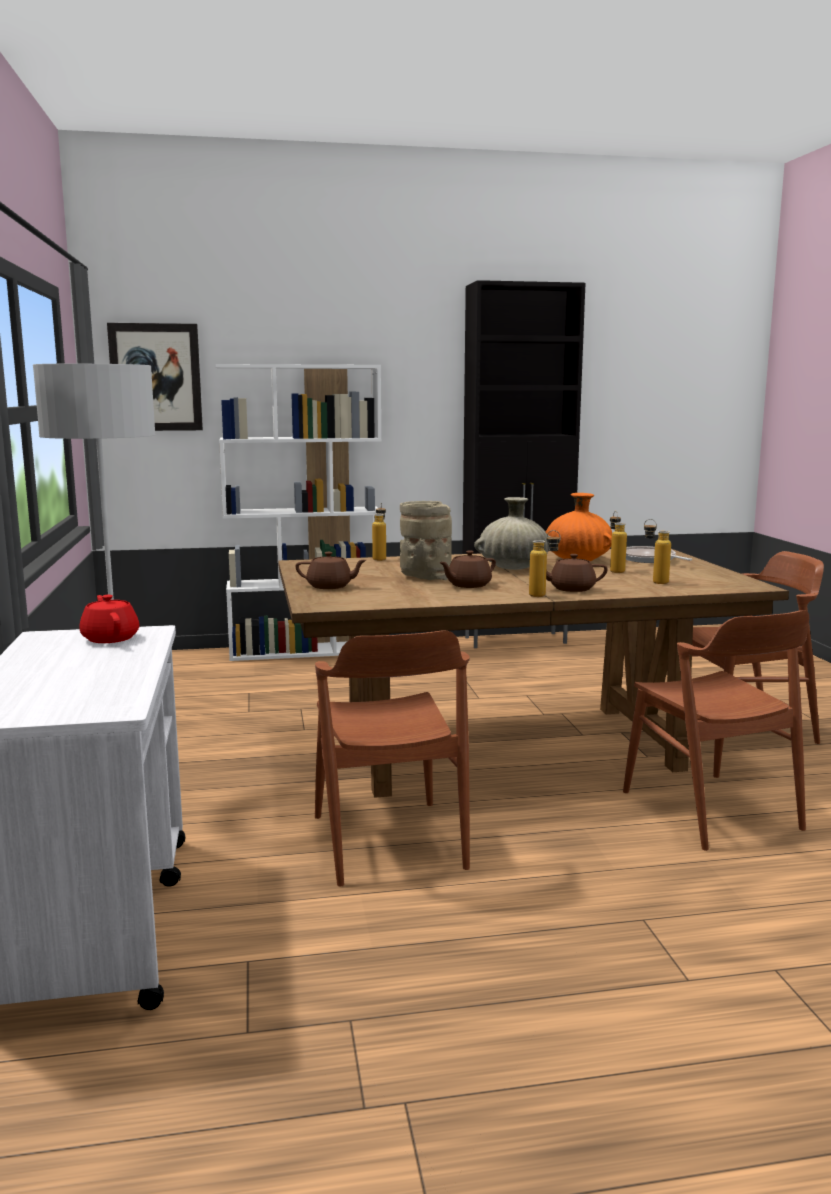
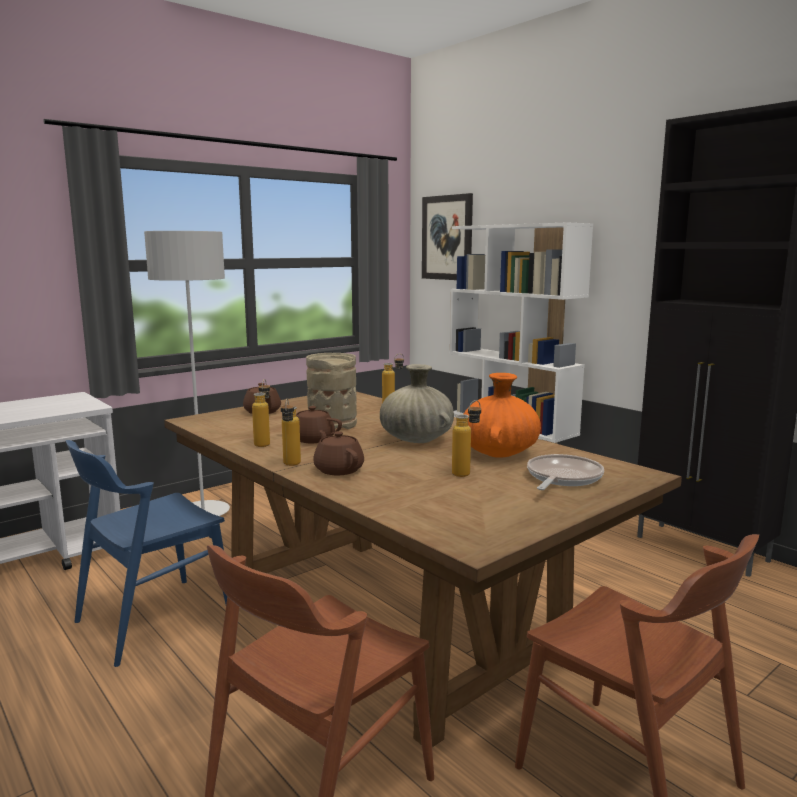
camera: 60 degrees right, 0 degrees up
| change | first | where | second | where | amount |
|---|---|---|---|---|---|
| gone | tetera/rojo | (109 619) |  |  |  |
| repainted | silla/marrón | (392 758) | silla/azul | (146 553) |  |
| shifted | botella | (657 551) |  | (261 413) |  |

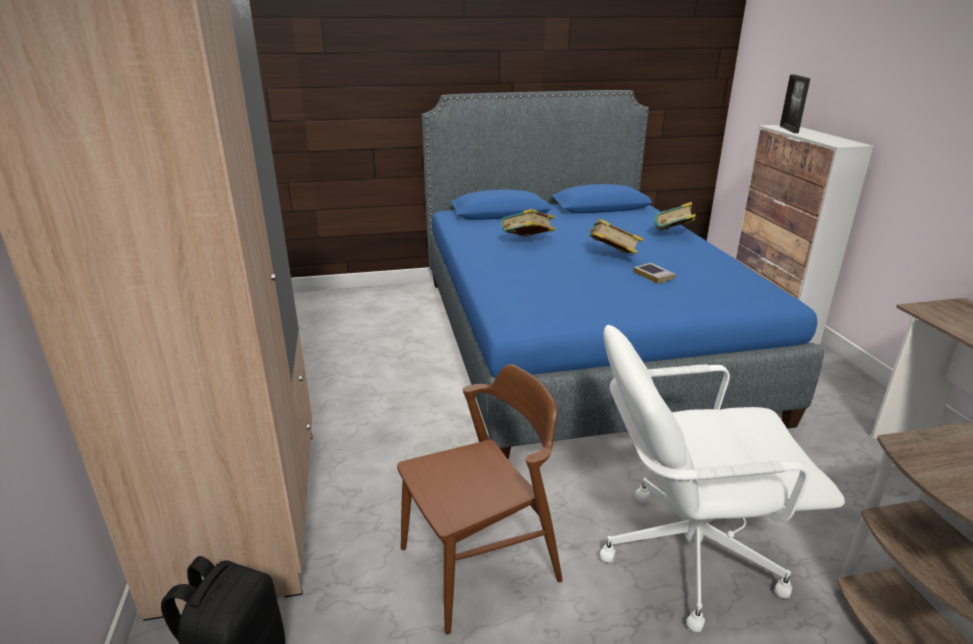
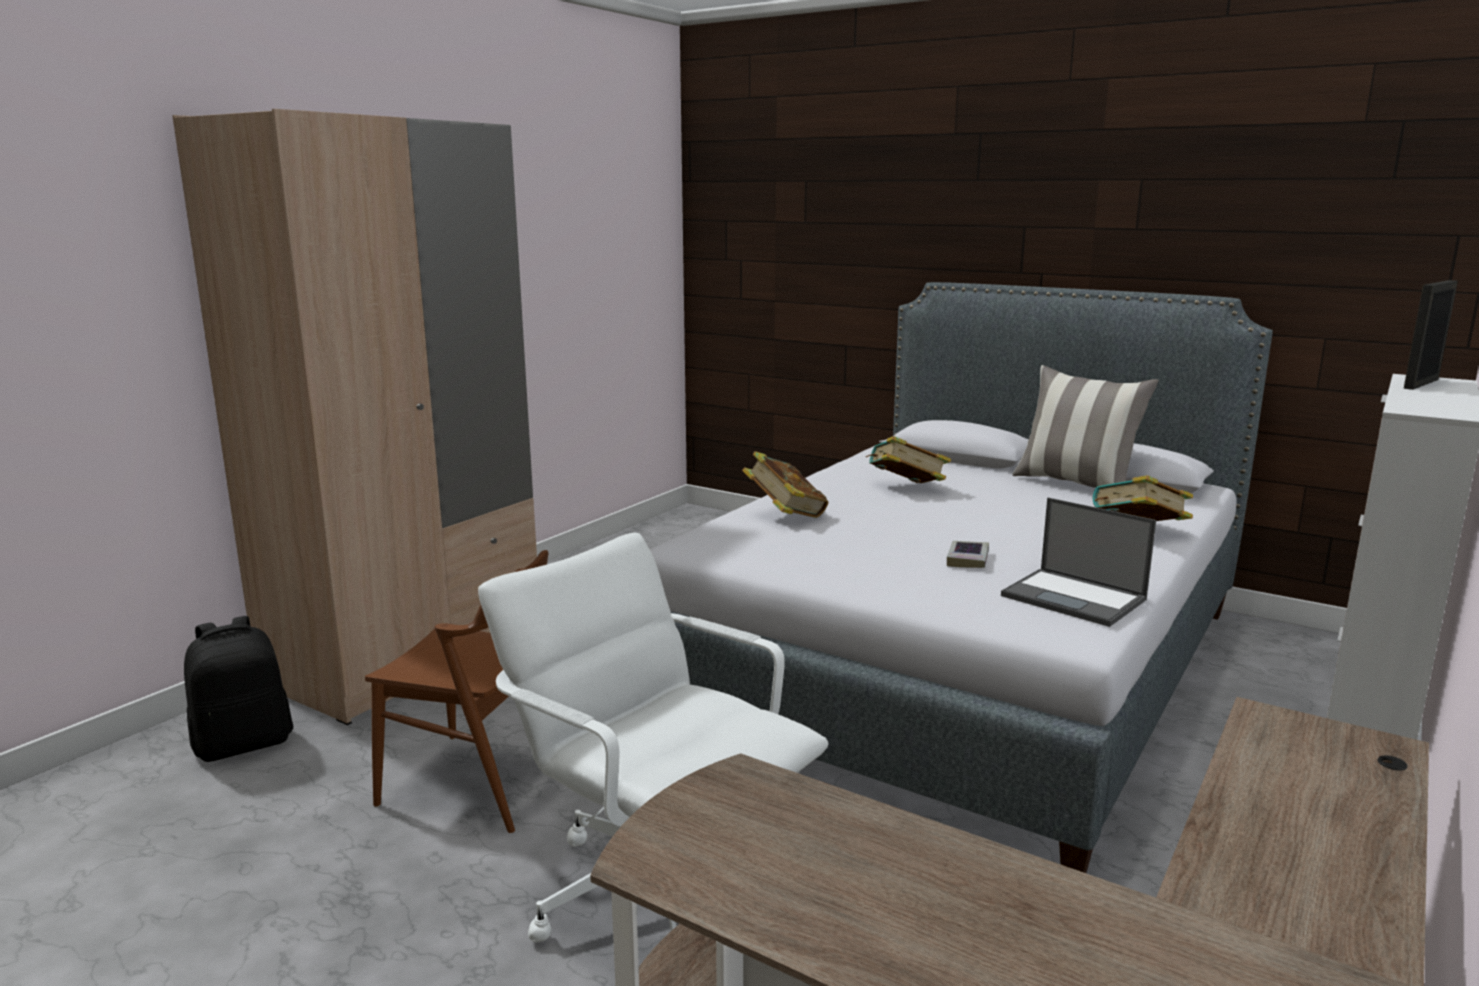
camera: 45 degrees right, 10 degrees down
| change | first | where | second | where | amount |
|---|---|---|---|---|---|
| repainted | cama/azul | (623 275) | cama/gris | (961 577) |  |
| shifted | libro | (615 236) |  | (785 484) |  |
| new |  |  | portátil | (1078 562) |  |
| new |  |  | cojín | (1085 426) |  |

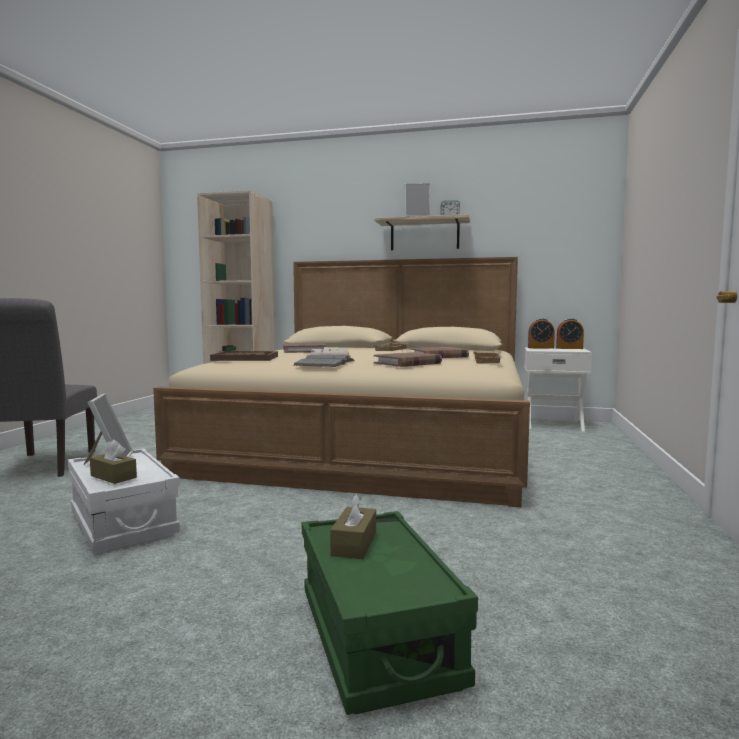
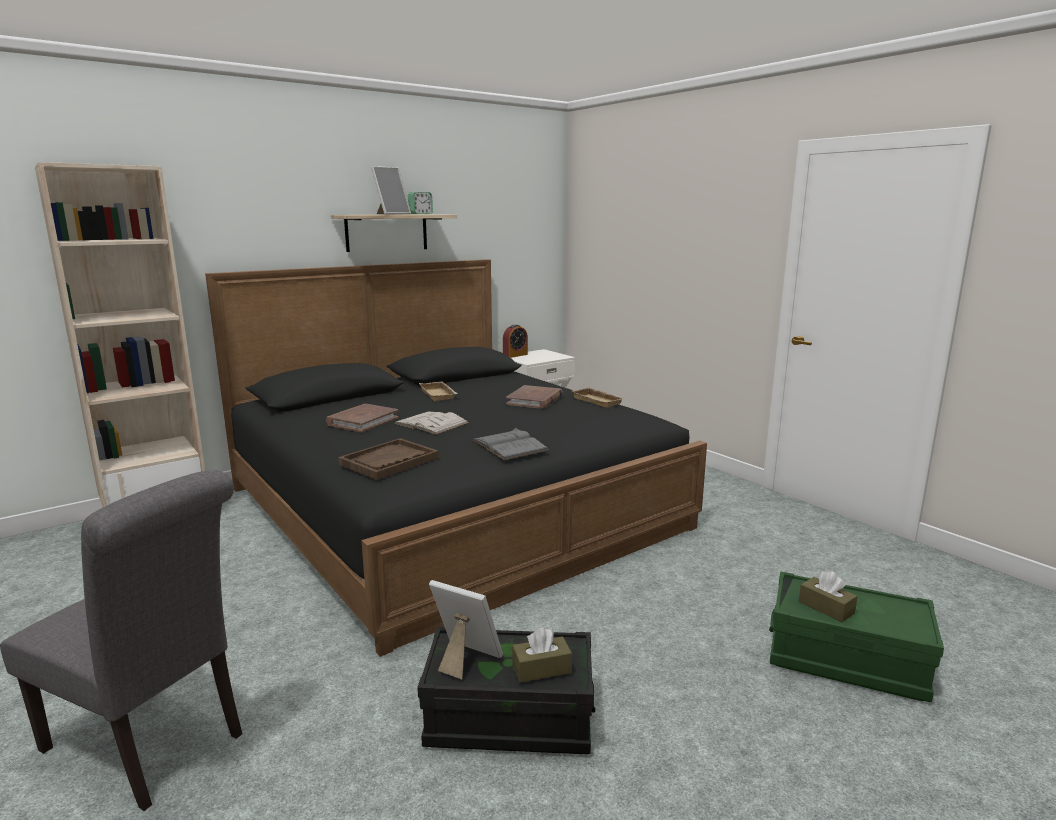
camera: 50 degrees left, 10 degrees up
| change | first | where | second | where | amount |
|---|---|---|---|---|---|
| repainted | caja de almacenaje/blanco | (124 501) | caja de almacenaje/negro | (506 690) |  |
| repainted | cama/beis | (341 382) | cama/negro | (456 458) |  |
| gone | libro/marrón | (408 359) |  |  |  |
| gone | despertador | (570 333) |  |  |  |

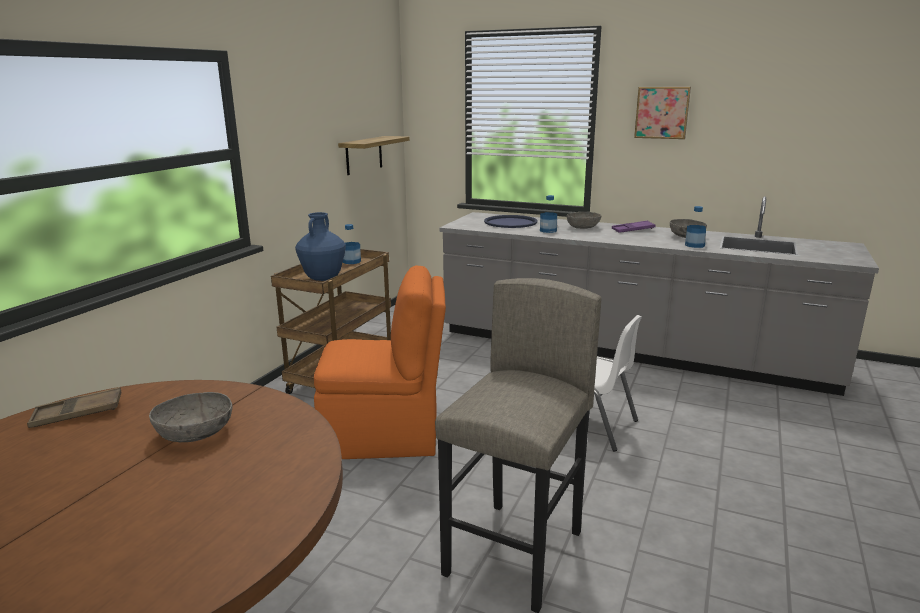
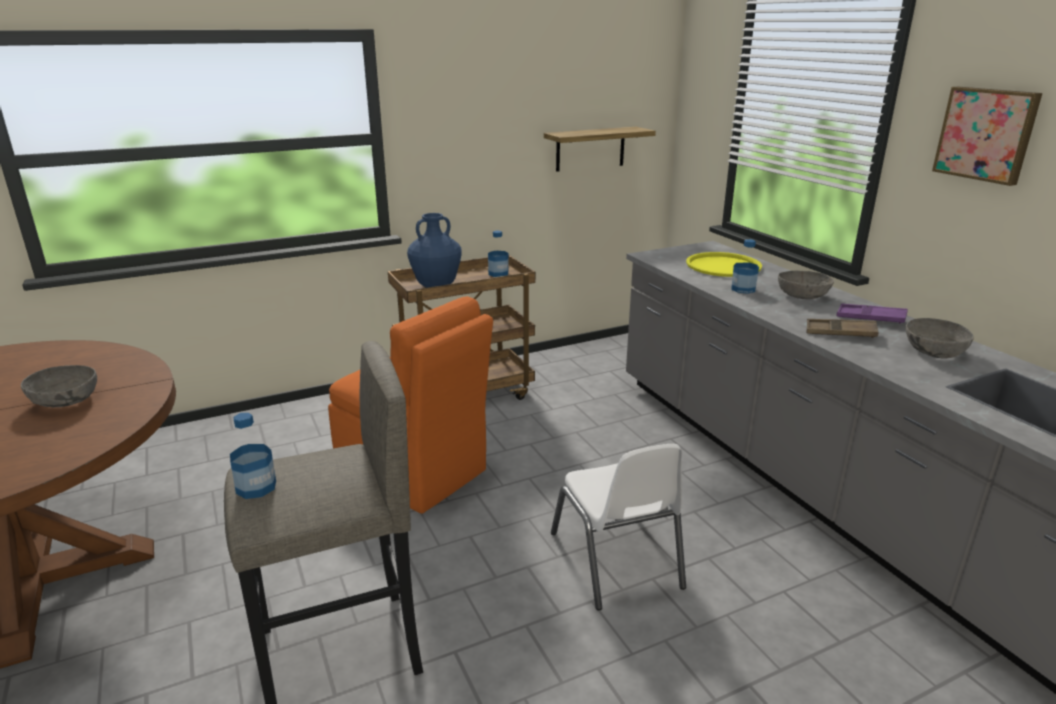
camera: 40 degrees right, 5 degrees up
| change | first | where | second | where | amount |
|---|---|---|---|---|---|
| shifted | bandeja/marrón | (74 407) |  | (842 328) |  |
| repainted | bandeja/azul | (511 221) | bandeja/amarillo | (724 264) |  |
| shifted | botella | (695 227) |  | (253 456) |  |

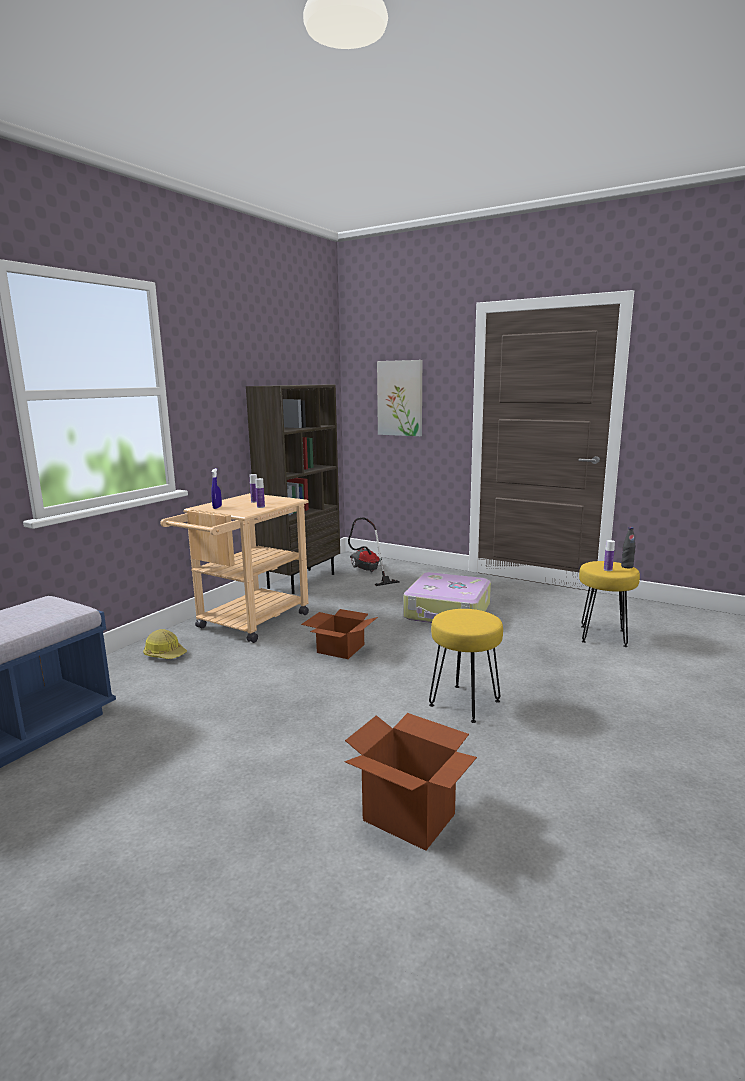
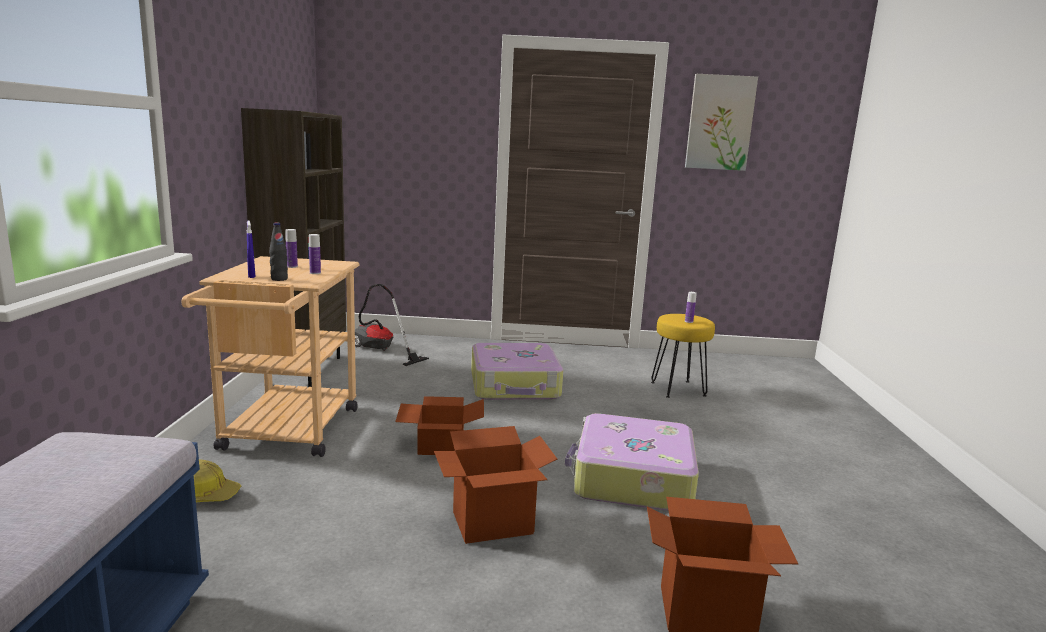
camera: 30 degrees left, 0 degrees up
| change | first | where | second | where | amount |
|---|---|---|---|---|---|
| shifted | cuadro | (399 398) |  | (721 122) |  |
| swapped | taburete/amarillo | (466 666) | maleta | (632 462) |  |
| shifted | botella/negro | (628 547) |  | (278 252) |  |
| new |  |  | caja de cartón | (495 485) |  |

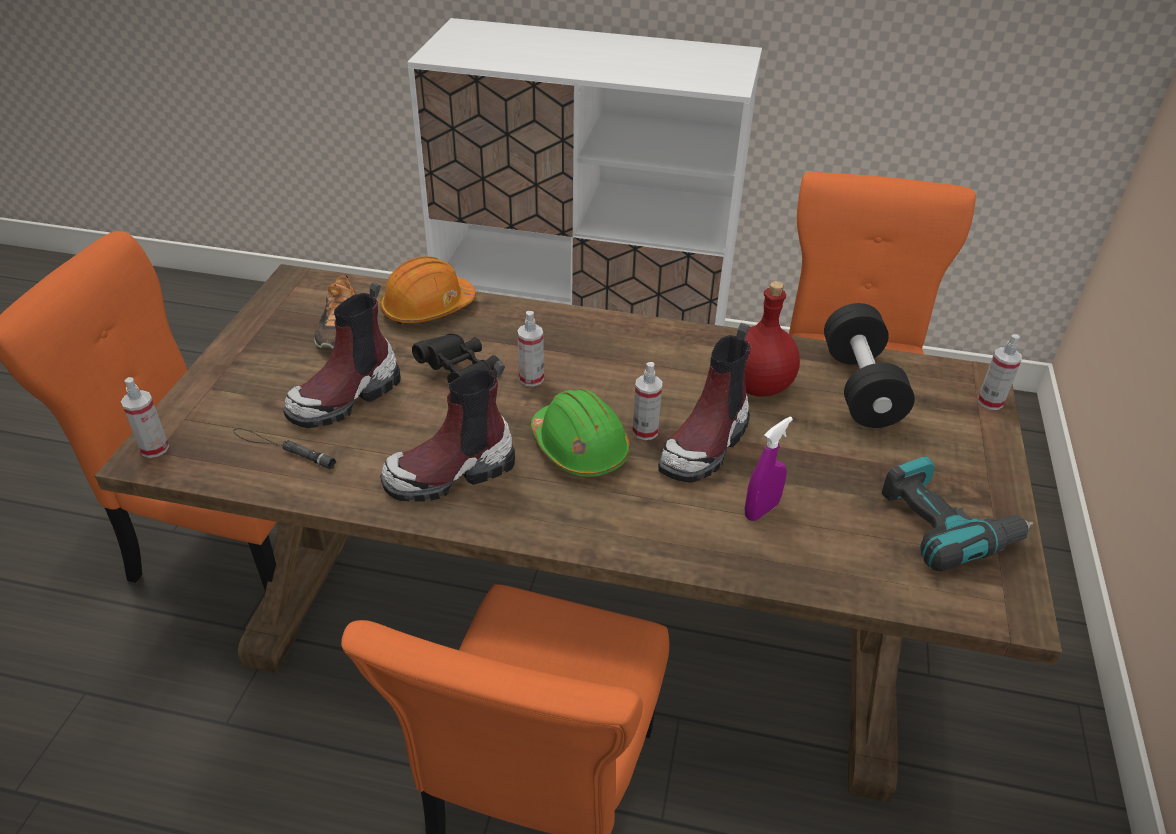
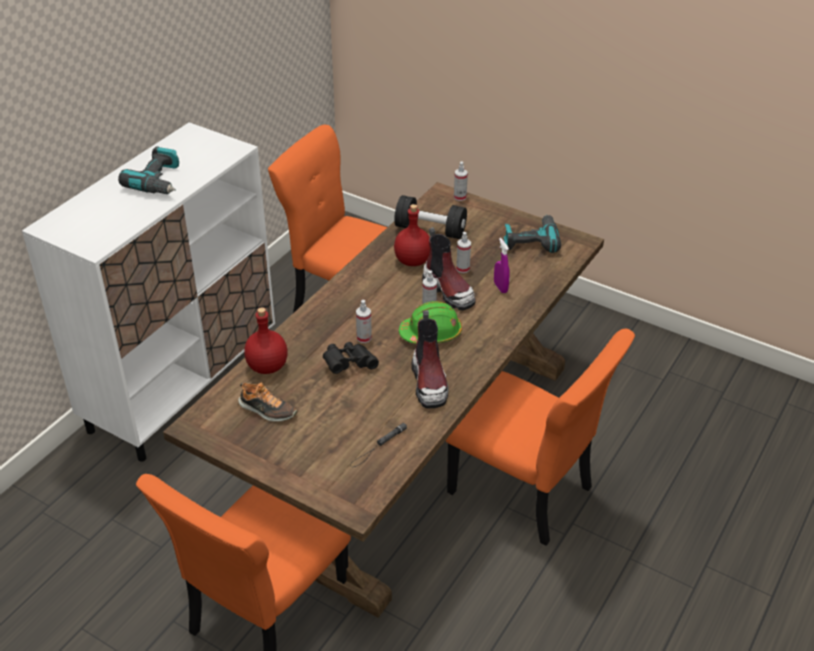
camera: 70 degrees left, 0 degrees up
| change | first | where | second | where | amount |
|---|---|---|---|---|---|
| shifted | pulverizador | (145 417) |  | (463 252) |  |
| gone | bota | (342 355) |  |  |  |
| swapped | casco/naranja | (428 290) | botella/rojo | (266 340) |  |
| new |  |  | taladro | (148 170) |  |

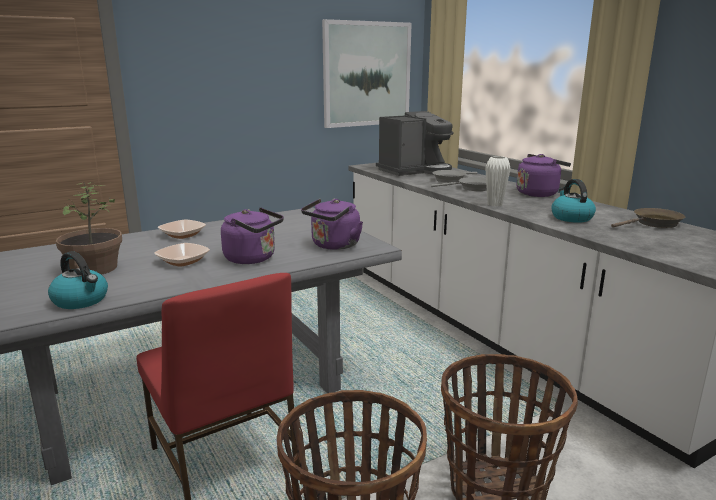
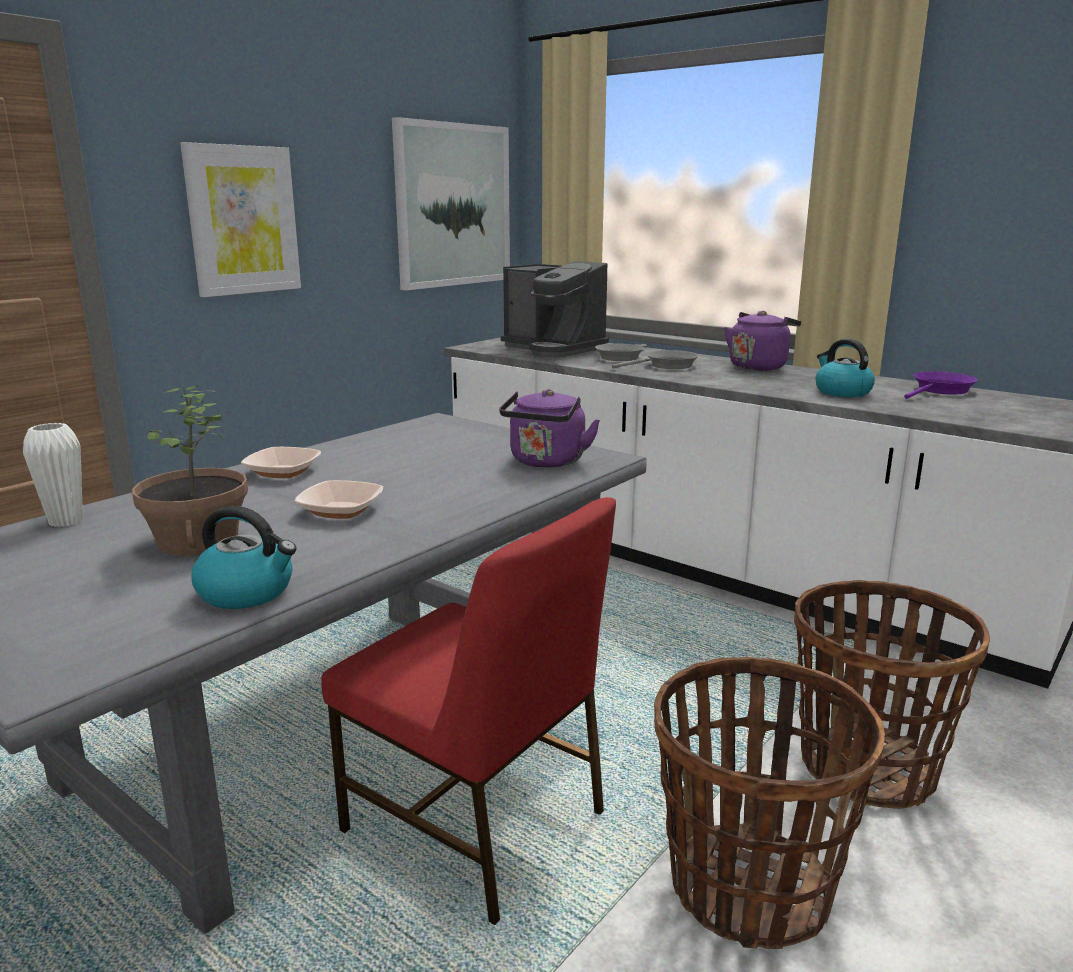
camera: 20 degrees left, 0 degrees up
| change | first | where | second | where | amount |
|---|---|---|---|---|---|
| gone | hervidor/morado | (252 236) |  |  |  |
| rotated | cafetera | (415 143) |  | (555 309) | 90 degrees clockwise |
| shifted | florero/blanco | (498 181) |  | (53 475) |  |
| repainted | sartén/marrón | (648 218) | sartén/morado | (941 385) |  |
| new |  |  | cuadro | (240 219) |  |

